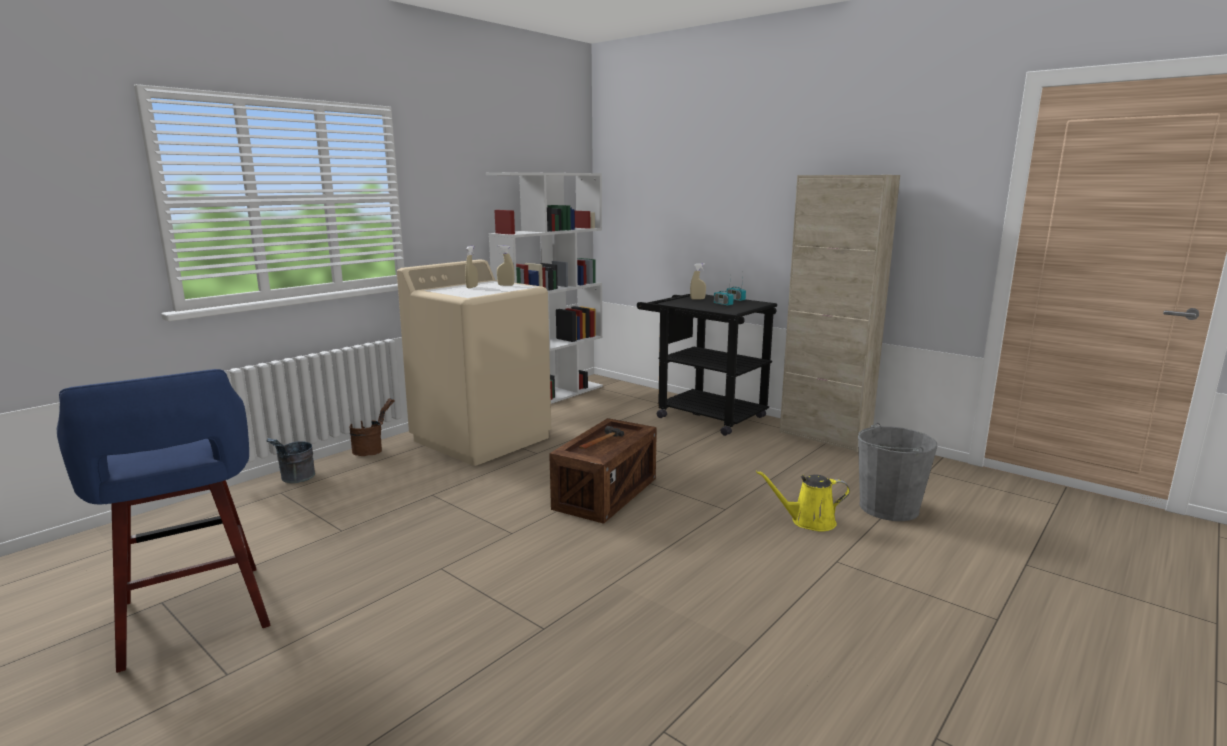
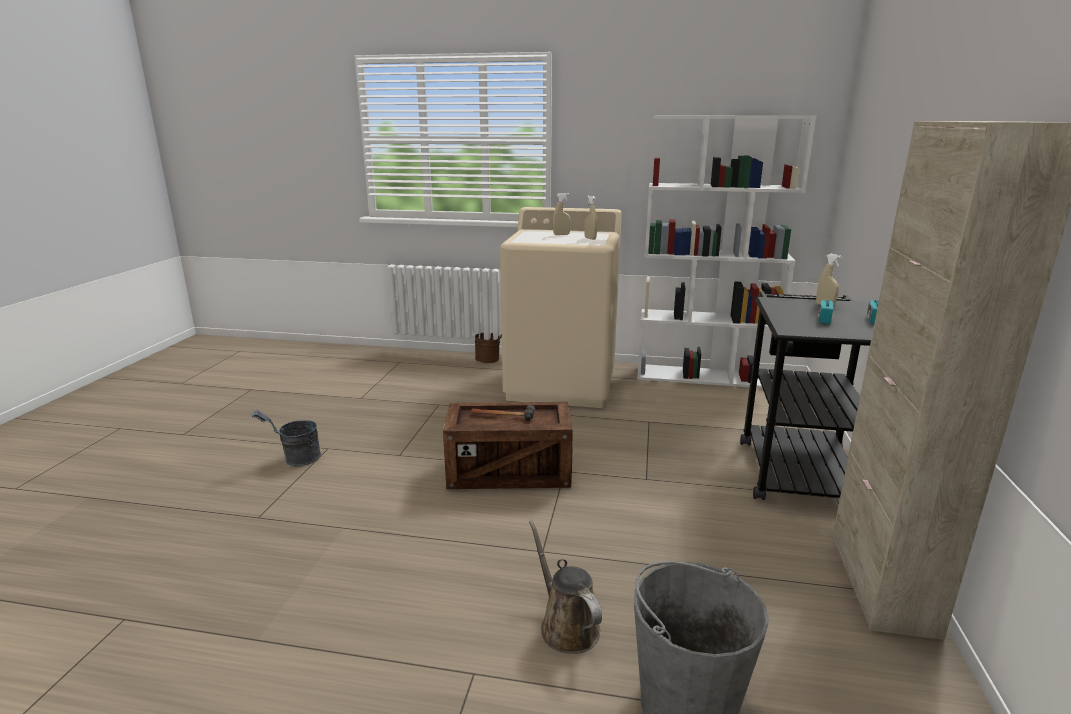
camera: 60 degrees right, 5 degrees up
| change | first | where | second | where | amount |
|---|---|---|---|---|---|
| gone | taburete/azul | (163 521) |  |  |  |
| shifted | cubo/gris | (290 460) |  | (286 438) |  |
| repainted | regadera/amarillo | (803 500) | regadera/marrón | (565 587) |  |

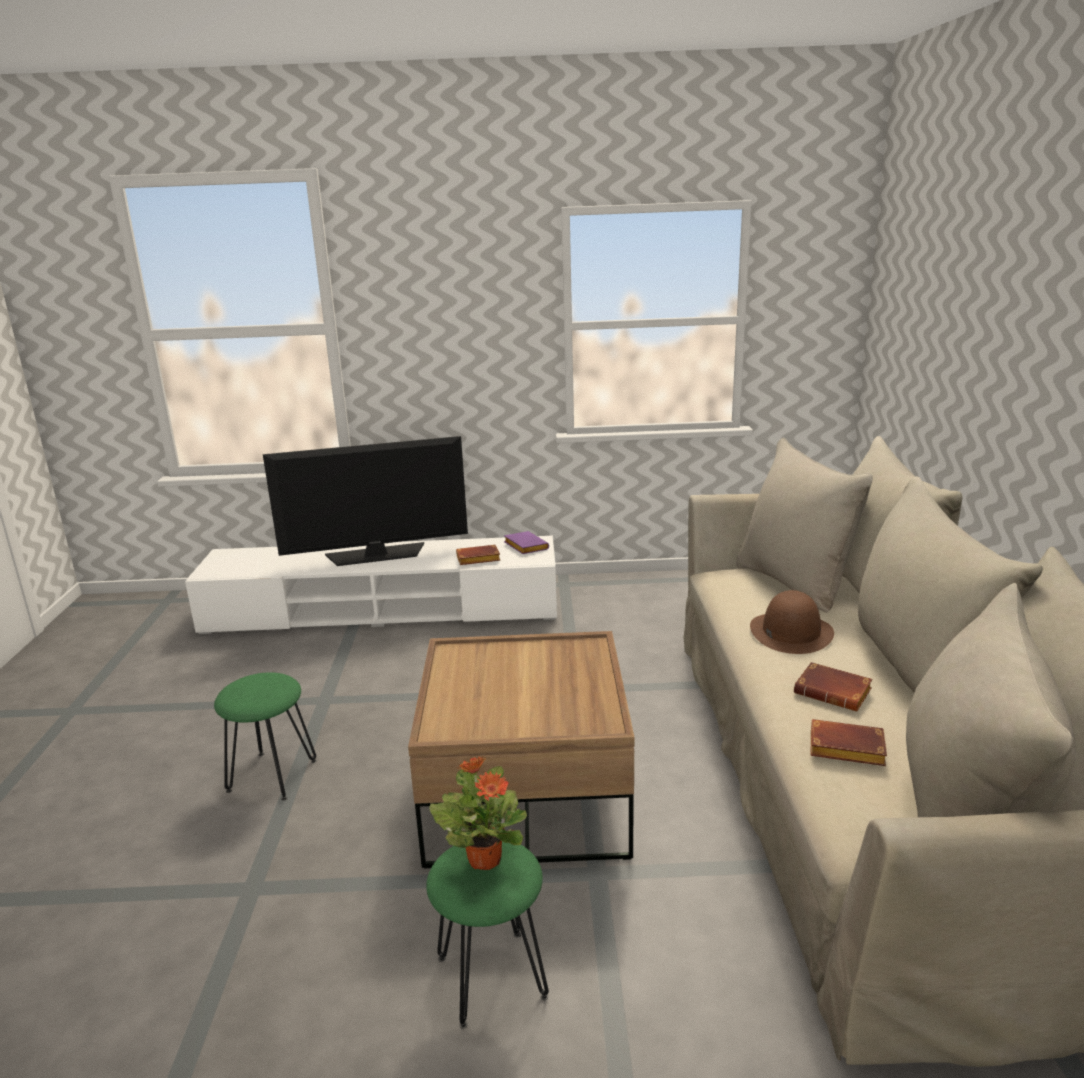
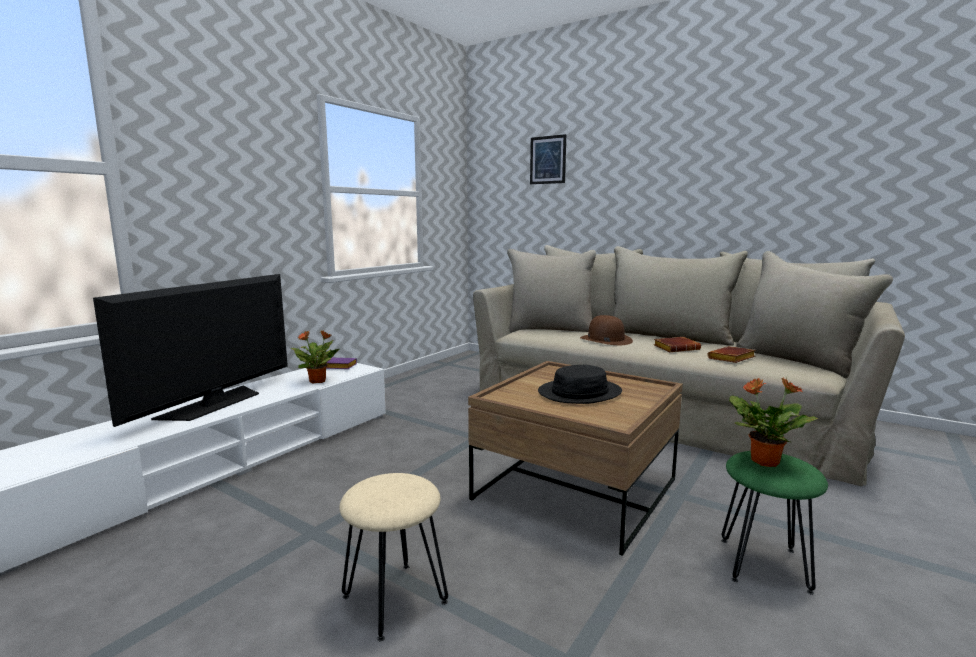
camera: 55 degrees left, 10 degrees down
| change | first | where | second | where | amount |
|---|---|---|---|---|---|
| repainted | taburete/verde | (265 736) | taburete/beis | (393 557) |  |
| swapped | libro/marrón | (478 555) | planta en maceta | (315 356) |  |
| new |  |  | cuadro | (548 159) |  |
| new |  |  | sombrero/negro | (580 384) |  |

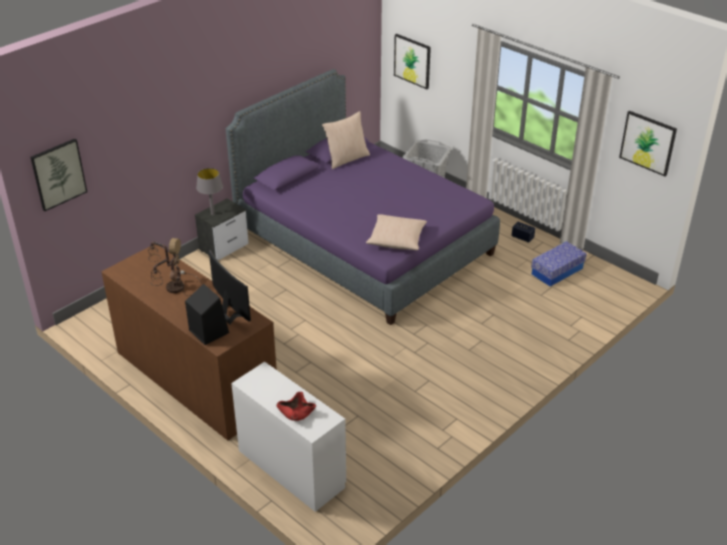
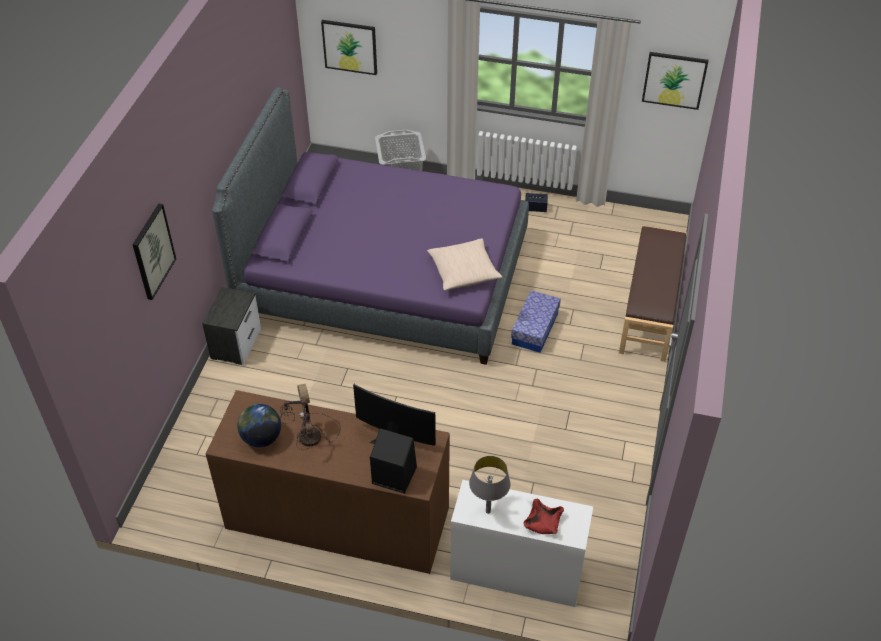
camera: 30 degrees left, 10 degrees up
| change | first | where | second | where | amount |
|---|---|---|---|---|---|
| shifted | cuadro | (58 175) |  | (154 252) |  |
| shifted | lámpara de mesa/gris | (209 191) |  | (490 485) |  |
| gone | cojín/beis | (346 140) |  |  |  |
| shifted | caja de almacenaje | (559 264) |  | (536 321) |  |
| new |  |  | globo terráqueo | (259 425) |  |
| new |  |  | banco/marrón | (653 293) |  |

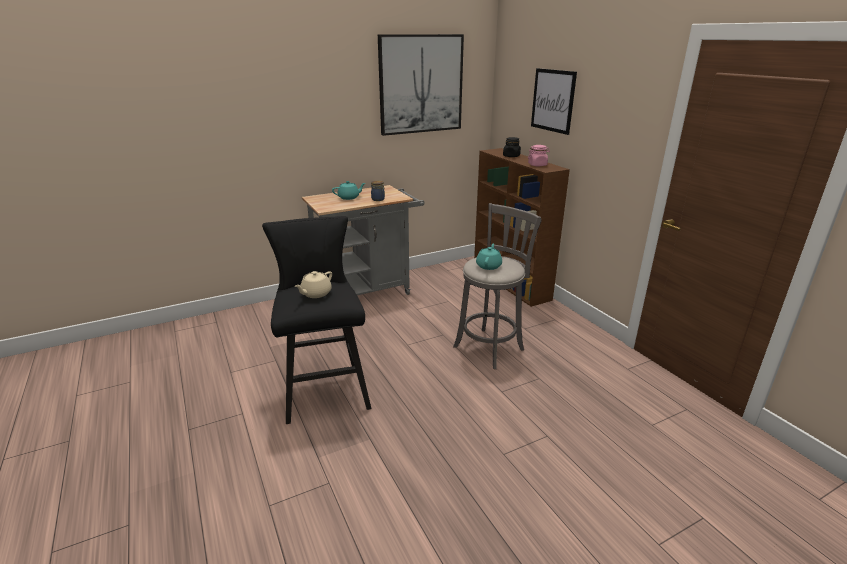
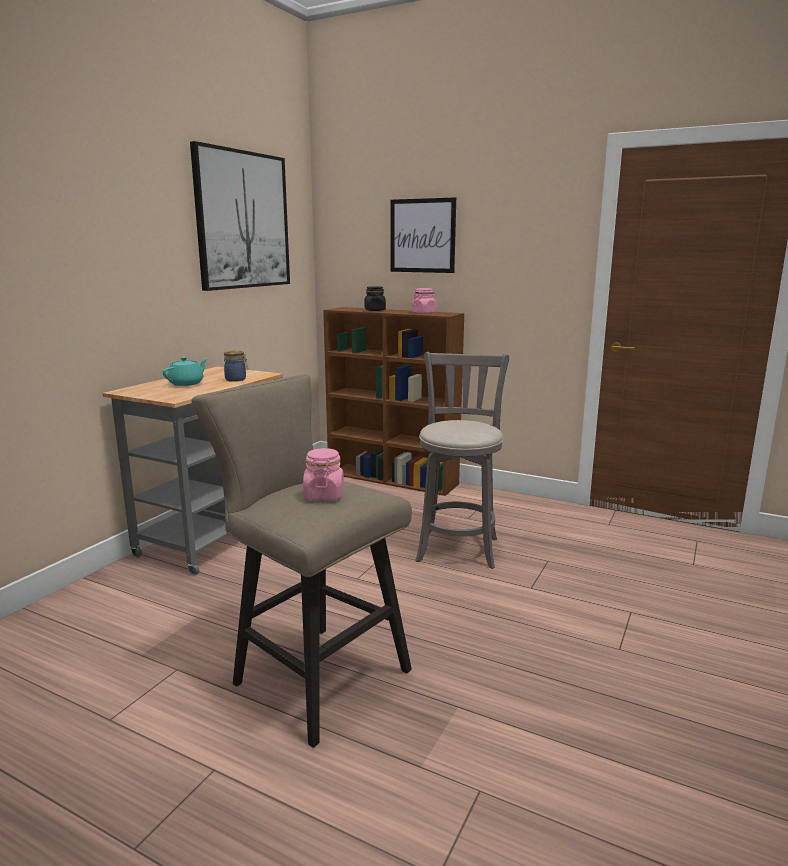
camera: 35 degrees left, 10 degrees down
| change | first | where | second | where | amount |
|---|---|---|---|---|---|
| repainted | taburete/negro | (316 320) | taburete/beis | (301 561) |  |
| swapped | tetera/beis | (313 284) | tarro/rosa | (323 474) |  |
| gone | tetera/turquesa | (489 256) |  |  |  |

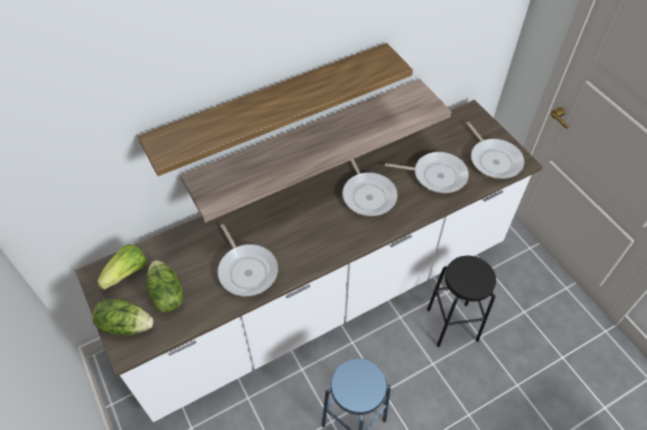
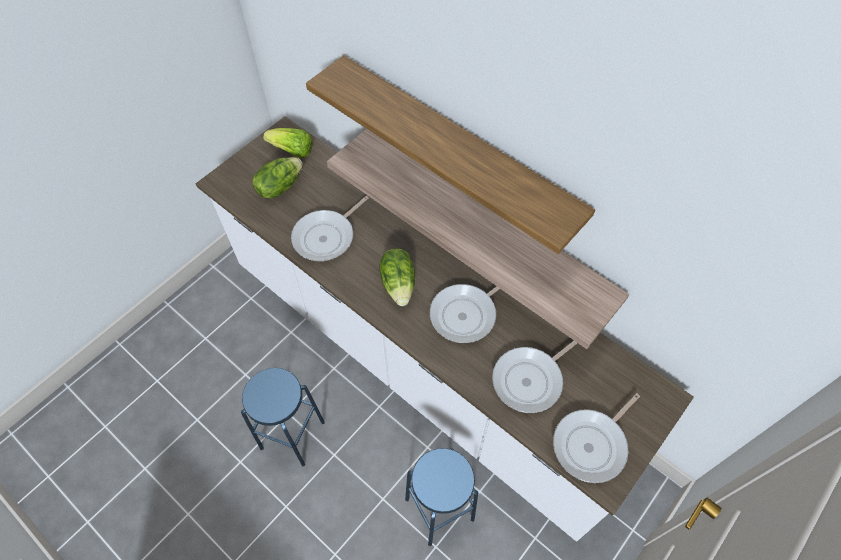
camera: 70 degrees right, 5 degrees up
| change | first | where | second | where | amount |
|---|---|---|---|---|---|
| shifted | lechuga | (123 317) |  | (397 277) |  |
| rotated | sartén | (427 172) |  | (534 377) | 60 degrees clockwise |
| repainted | taburete/negro | (461 301) | taburete/azul | (441 497) |  |

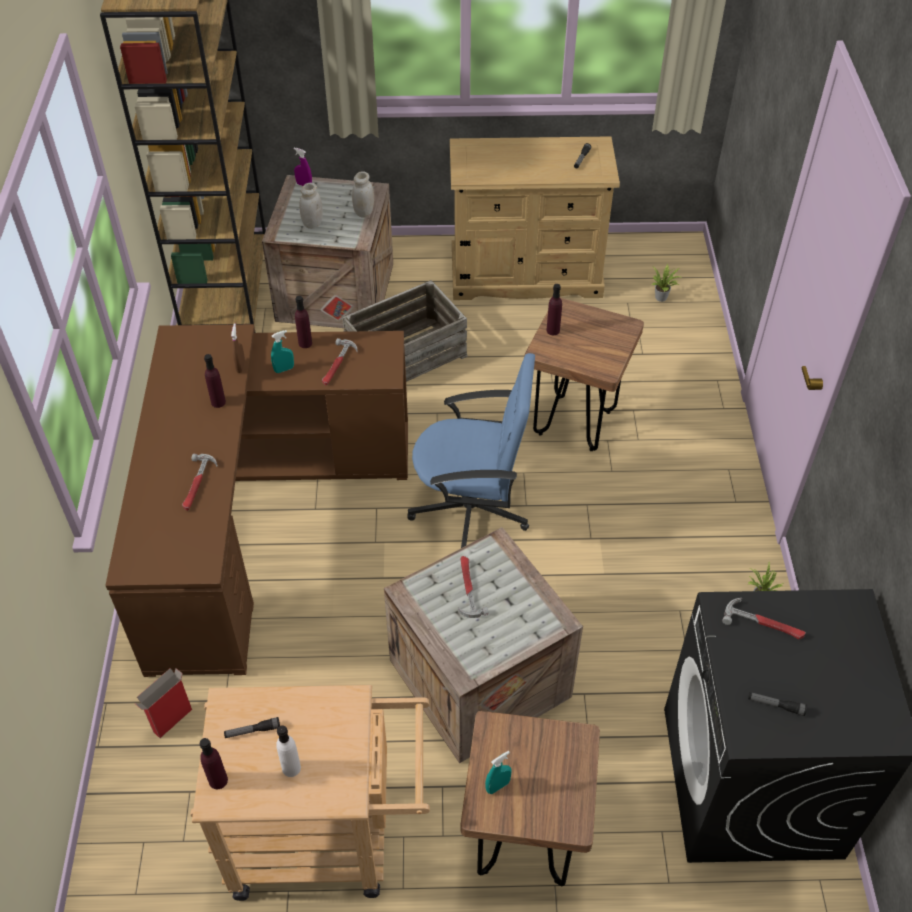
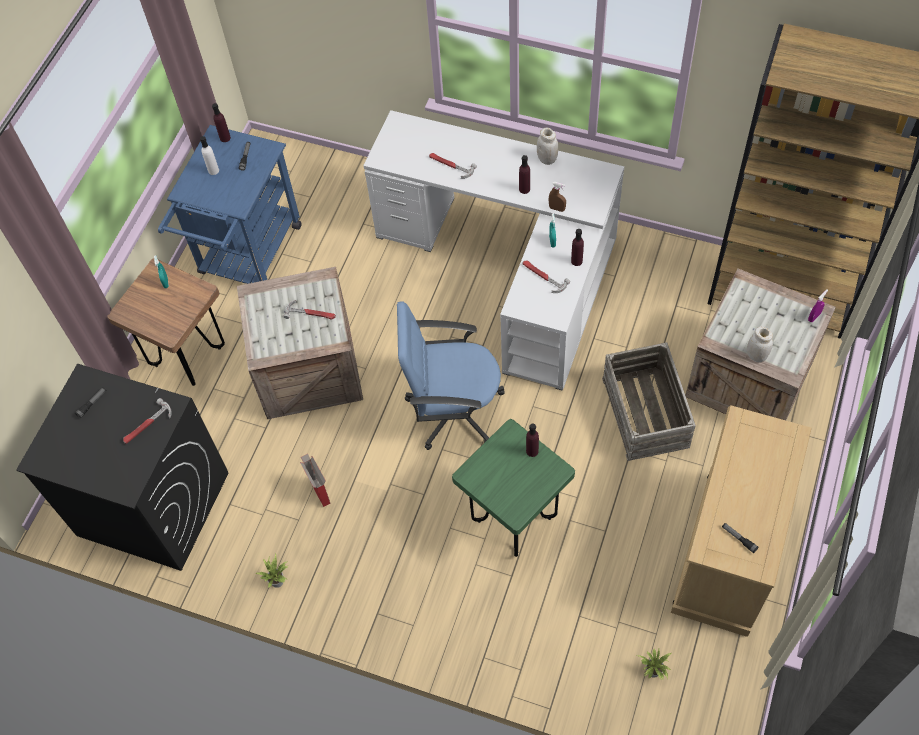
camera: 115 degrees right, 10 degrees up
| change | first | where | second | where | amount |
|---|---|---|---|---|---|
| repainted | escritorio/marrón | (256 500) | escritorio/blanco | (493 250) |  |
| shifted | caja de cartón | (163 703) |  | (315 480) |  |
| repainted | carrito/beis | (310 793) | carrito/azul | (229 204) |  |
| shifted | tarro/blanco | (311 206) |  | (547 146) |  |
| rotated | silla de oficina/azul | (471 450) |  | (451 375) | 60 degrees clockwise |
| repainted | taburete/marrón | (584 374) | taburete/verde | (513 488) |  |

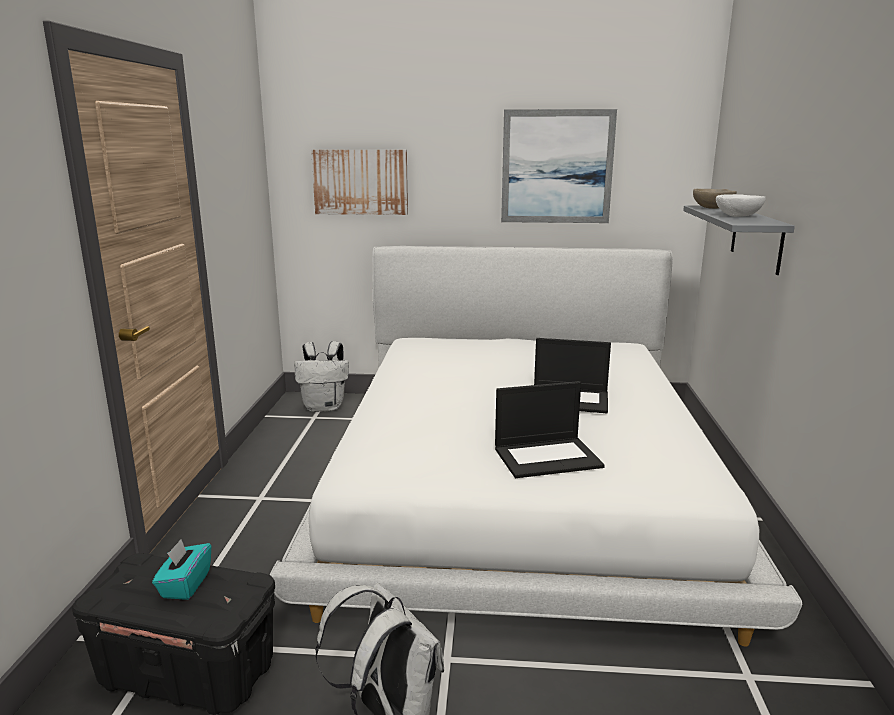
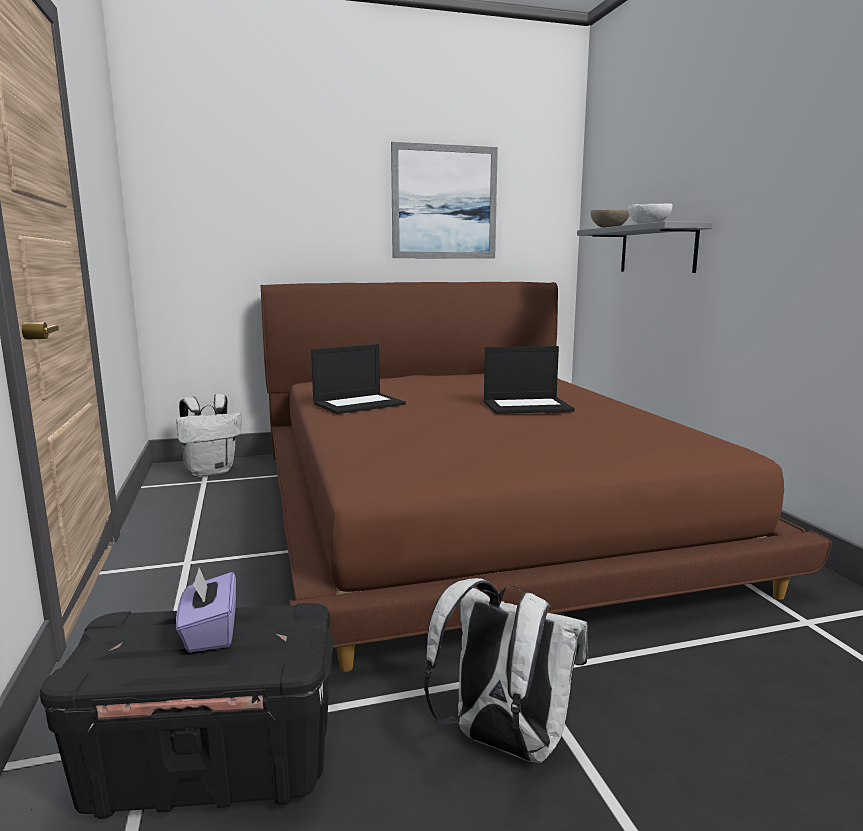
camera: 20 degrees left, 5 degrees down
| change | first | where | second | where | amount |
|---|---|---|---|---|---|
| repainted | caja de pañuelos/turquesa | (181 569) | caja de pañuelos/morado | (206 610) |  |
| repainted | cama/blanco | (536 446) | cama/marrón | (546 477) |  |
| gone | cuadro | (359 182) |  |  |  |
| shifted | portátil | (550 429) |  | (358 379) |  |

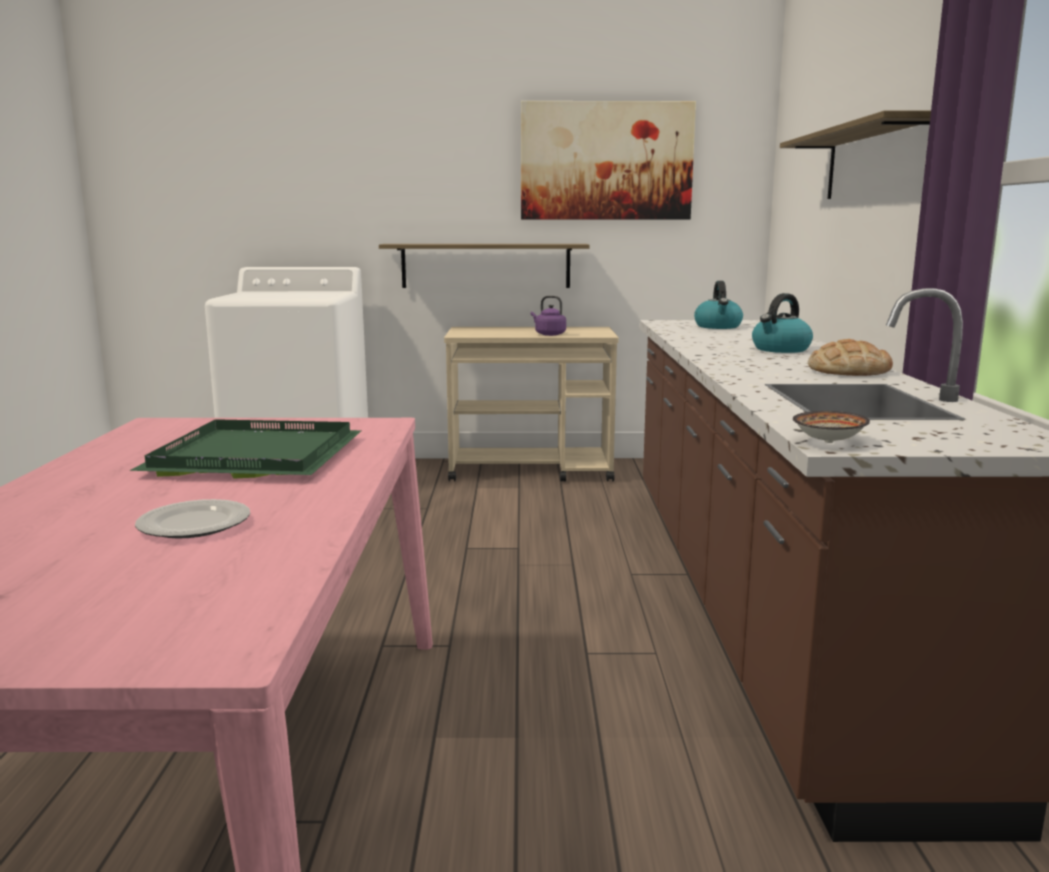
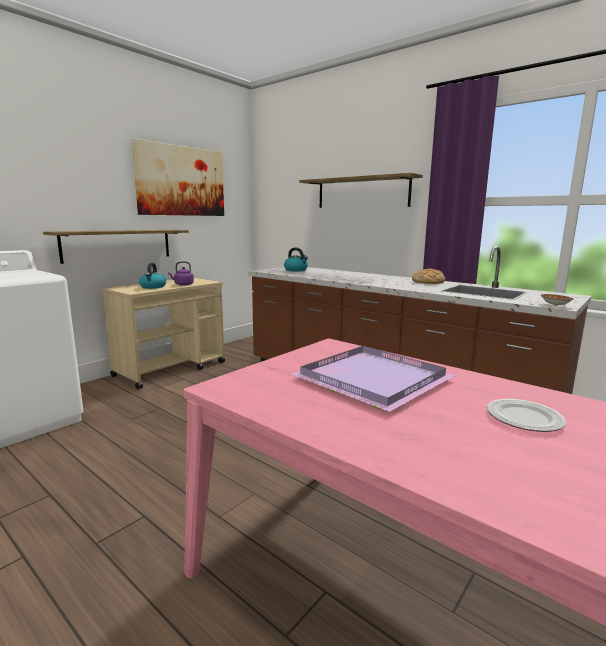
camera: 50 degrees left, 0 degrees up
| change | first | where | second | where | amount |
|---|---|---|---|---|---|
| repainted | bandeja/verde | (245 449) | bandeja/morado | (373 379) |  |
| shifted | hervidor | (782 323) |  | (152 276) |  |

